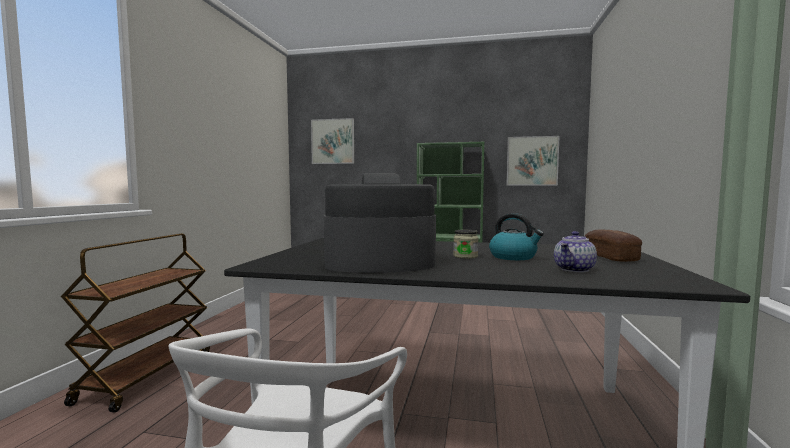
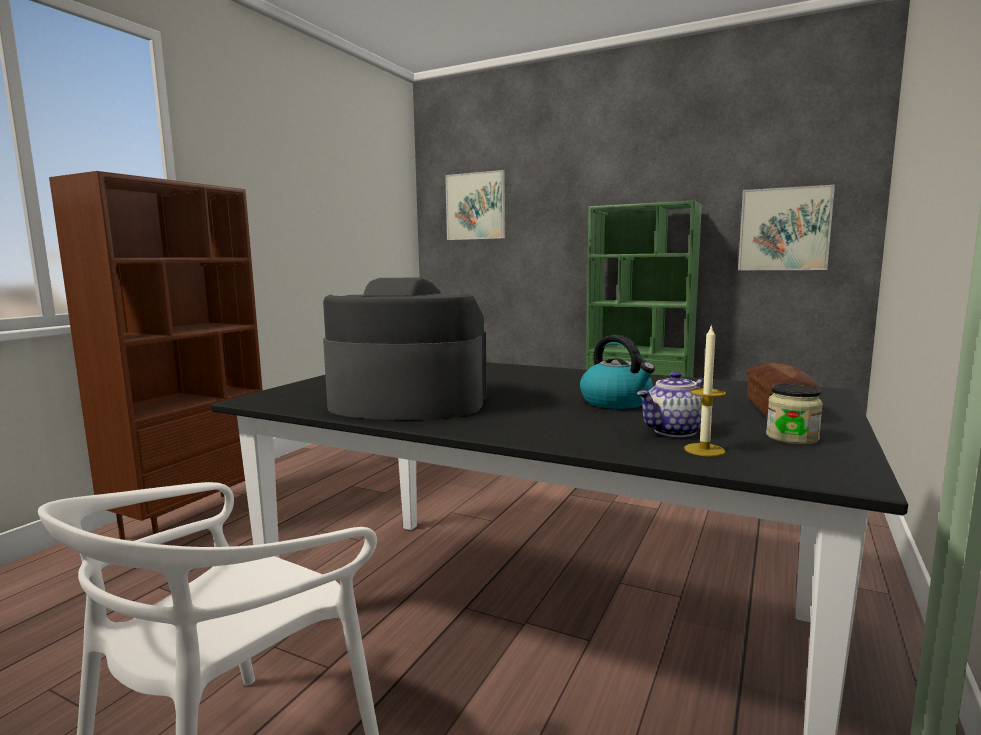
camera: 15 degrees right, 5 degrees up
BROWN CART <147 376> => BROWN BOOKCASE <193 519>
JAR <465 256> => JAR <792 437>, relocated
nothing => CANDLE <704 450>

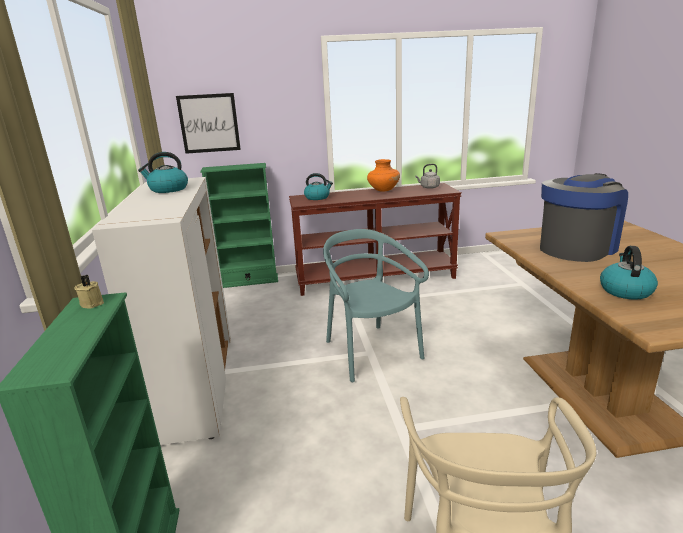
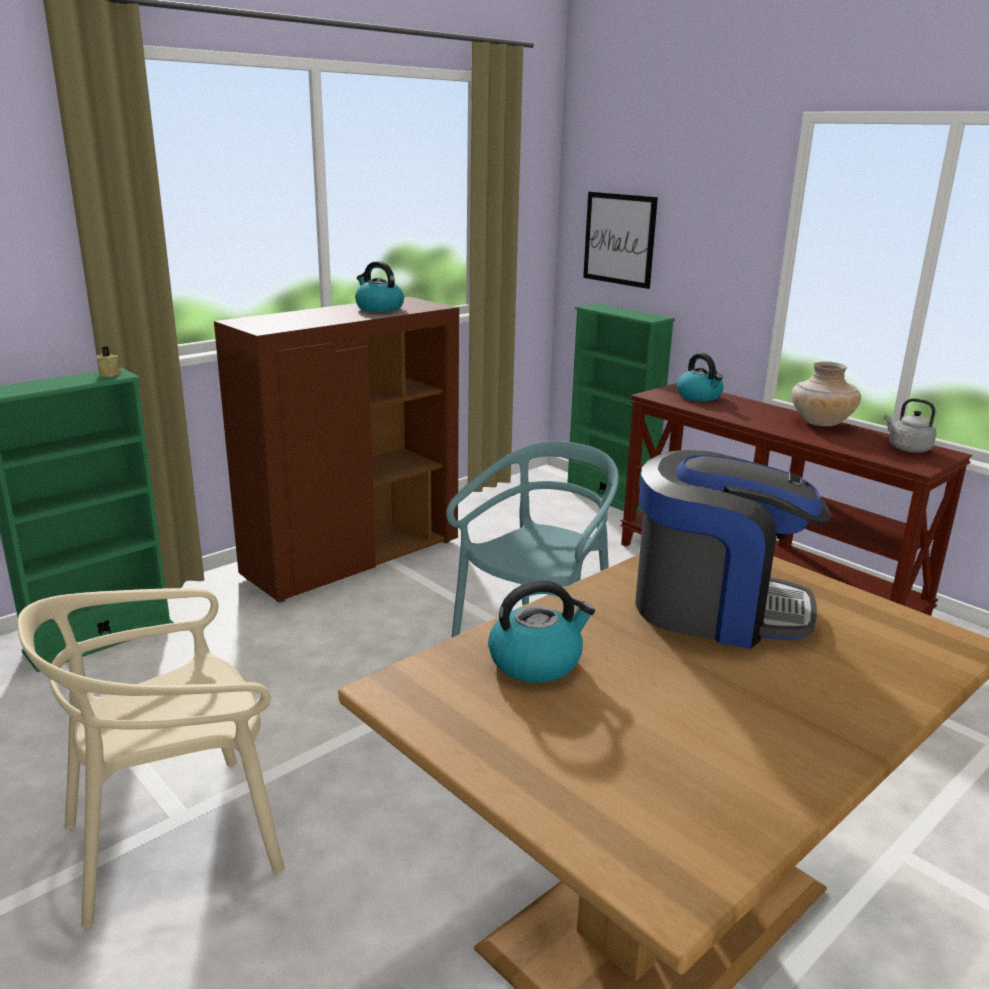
camera: 55 degrees right, 0 degrees up
WHITE CABINET <196 386> => BROWN CABINET <353 558>
ORANGE VASE <383 190> => BEIGE VASE <820 423>

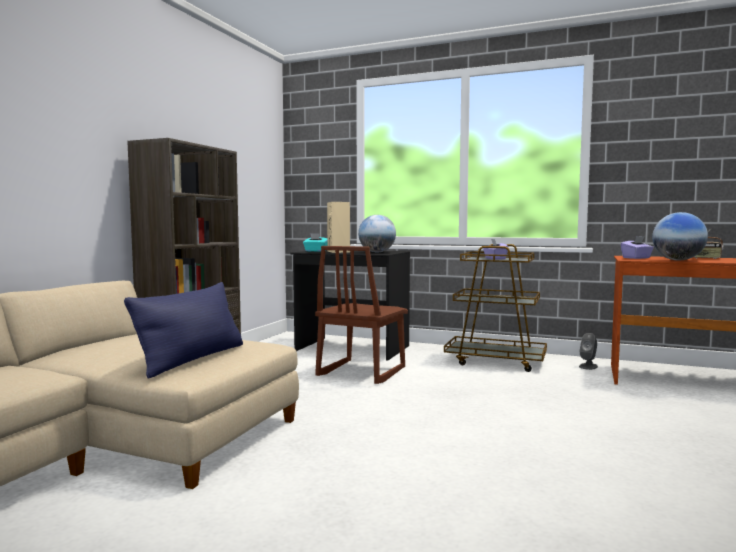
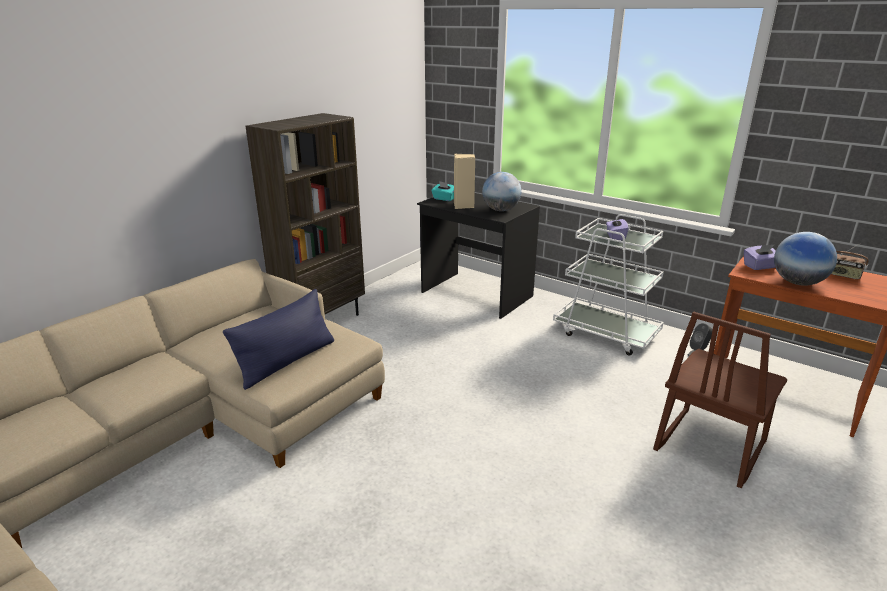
camera: 15 degrees right, 20 degrees up
BROWN CHAIR <360 372> => BROWN CHAIR <708 446>, relocated
BROWN CART <496 361> => WHITE CART <606 333>

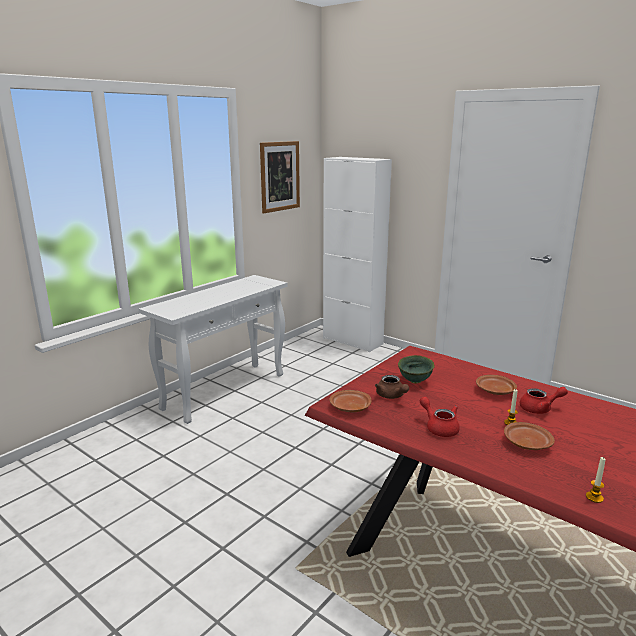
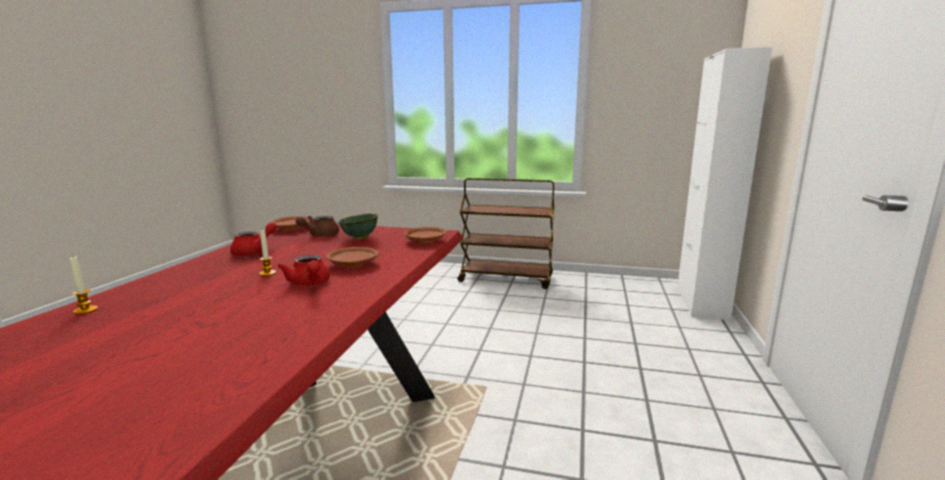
camera: 65 degrees right, 5 degrees down
WHITE CONSOLE TABLE <225 391> => BROWN CART <506 279>
PICTURE <279 176> => nothing
BROWN PLATE <526 443> => BROWN PLATE <425 241>, relocated

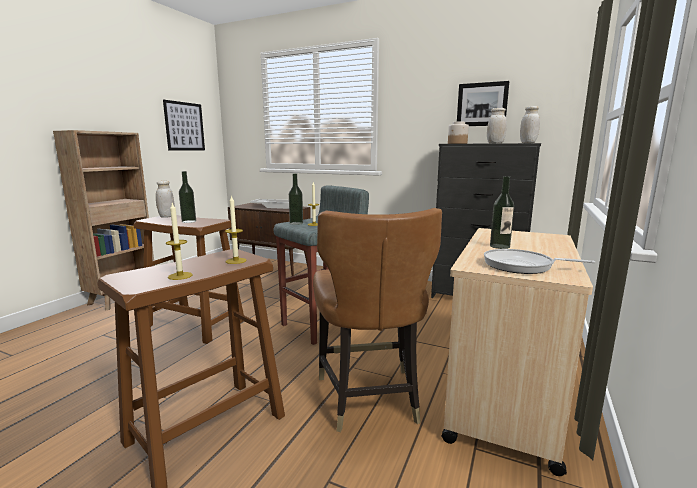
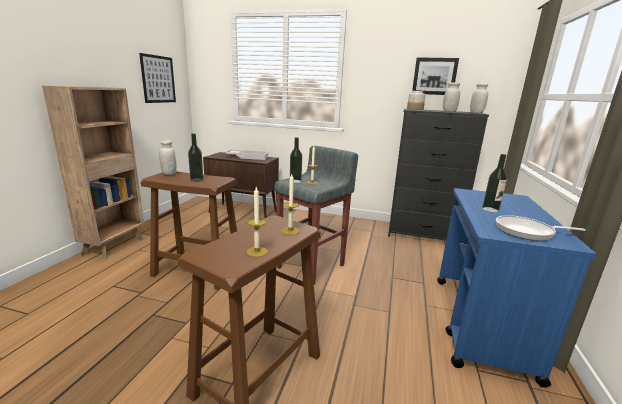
camera: 10 degrees left, 5 degrees up
BROWN CHAIR <369 397> => nothing
BEIGE CART <505 398> => BLUE CART <480 324>

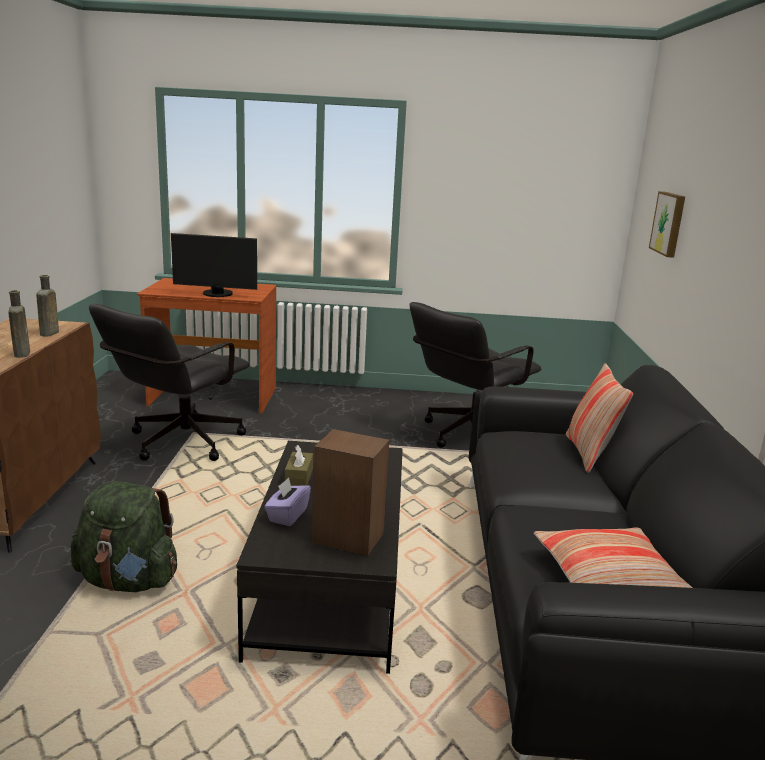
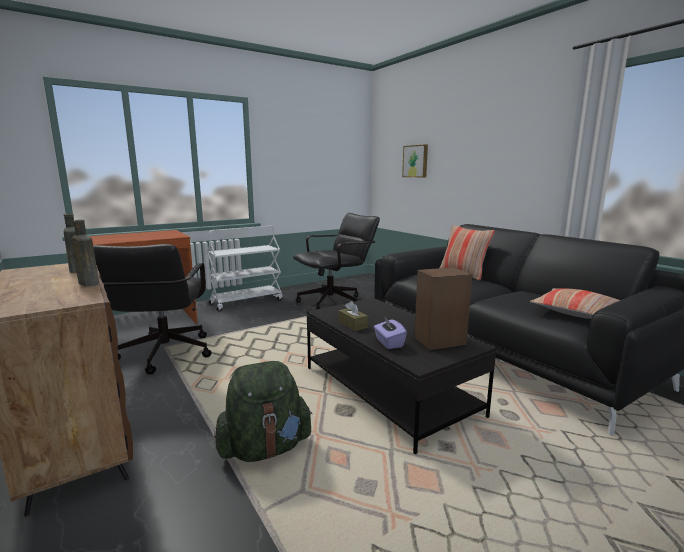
camera: 35 degrees left, 5 degrees down
MONITOR <217 294> => nothing
BLACK OFFICE CHAIR <466 436> => BLACK OFFICE CHAIR <336 301>, 135 degrees counterclockwise
nothing => WHITE CART <246 301>

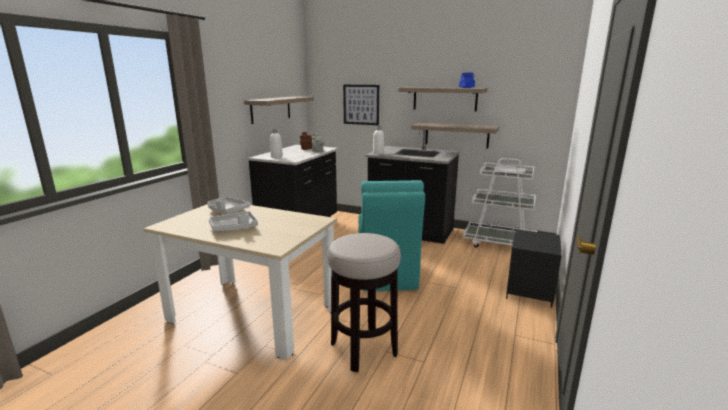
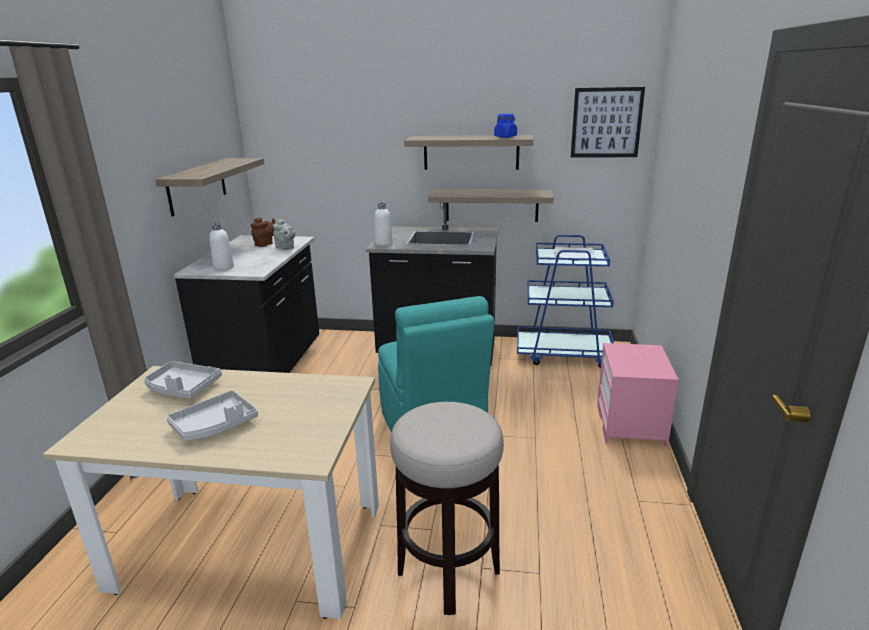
camera: 15 degrees left, 5 degrees up
PICTURE <361 104> => PICTURE <606 123>, relocated
WHITE CART <499 243> => BLUE CART <564 354>
BLACK NIGHTSTAND <530 291> => PINK NIGHTSTAND <631 426>

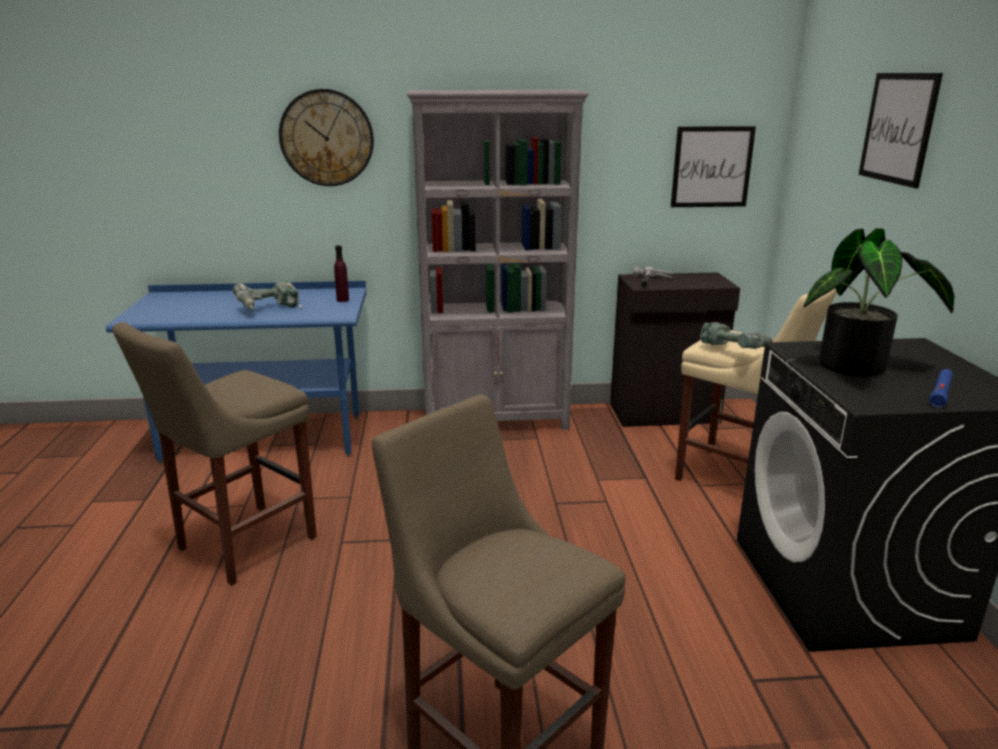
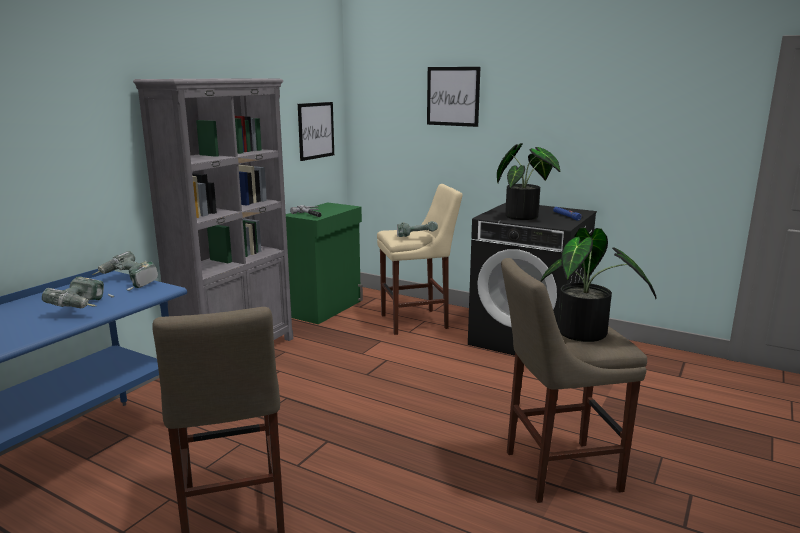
camera: 55 degrees left, 5 degrees down
WALL CLOCK <327 138> => nothing
PURPLE BOTTLE <343 300> => POWER DRILL <128 282>
BLACK CABINET <665 414> => GREEN CABINET <326 308>
nothing => POTTED PLANT <586 335>

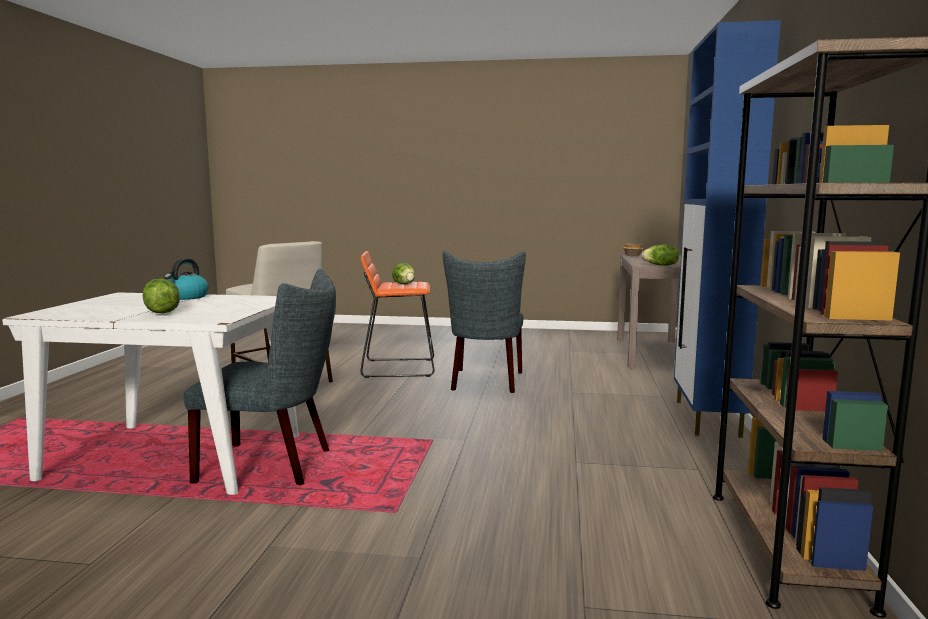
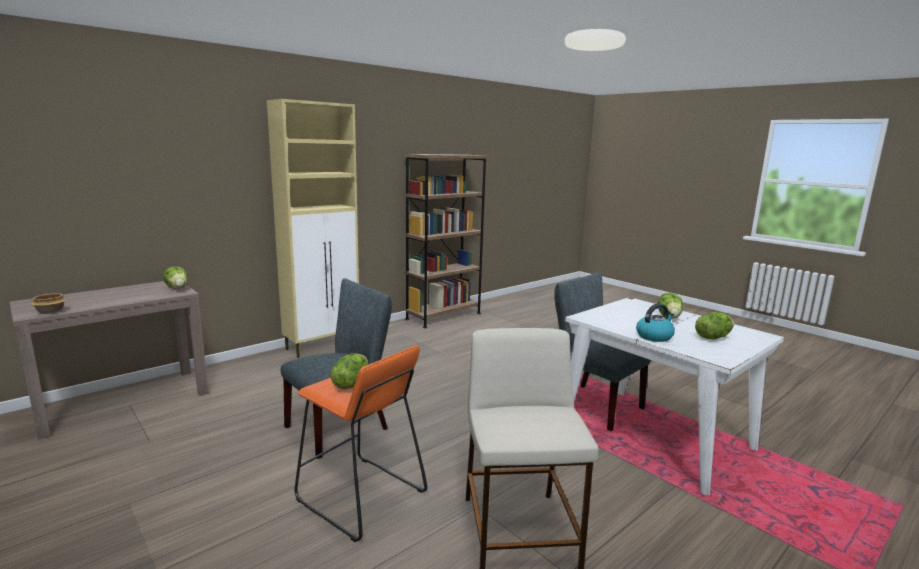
camera: 140 degrees left, 5 degrees up
BLUE CABINET <707 419> => BEIGE CABINET <323 345>
nothing => LETTUCE <712 337>

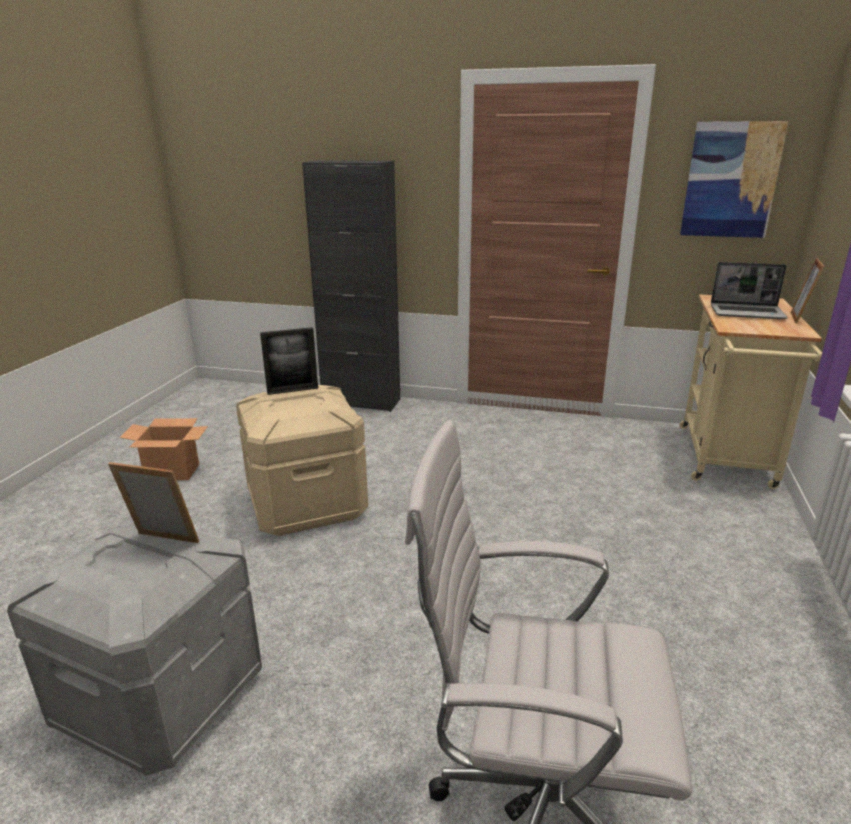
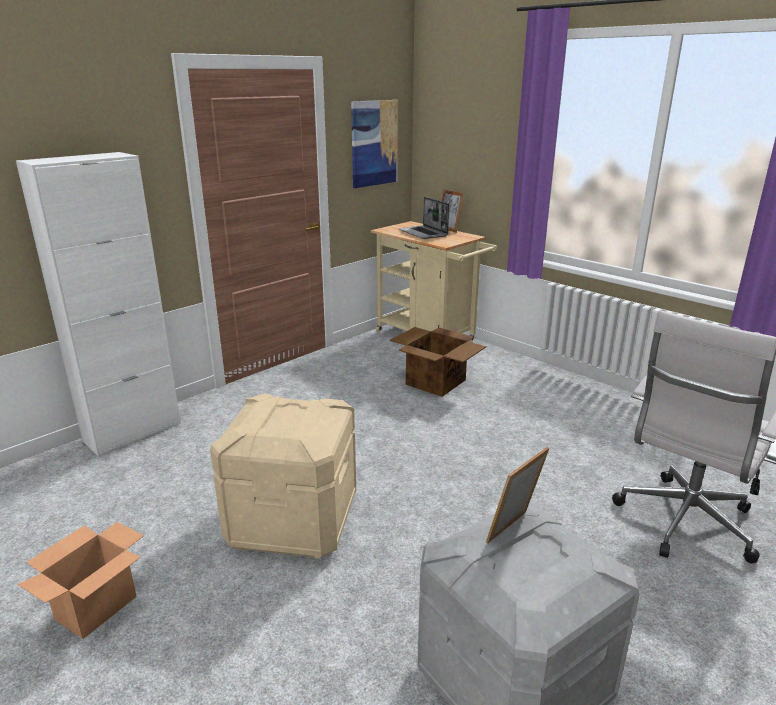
camera: 60 degrees left, 0 degrees up
PICTURE FRAME <292 390> => nothing
BLACK CABINET <361 402> => WHITE CABINET <132 432>
LAPTOP <747 312> => LAPTOP <424 233>, 105 degrees clockwise
nothing => CARDBOARD BOX <436 382>

